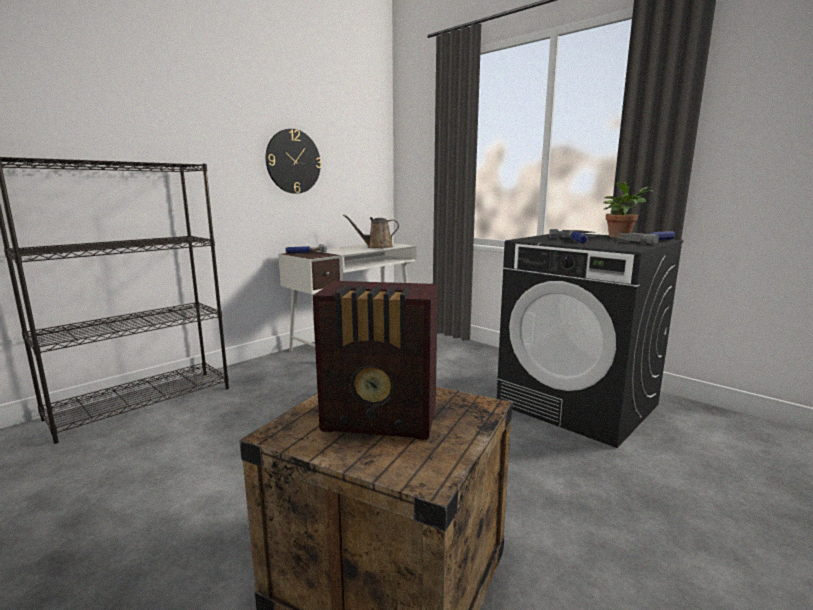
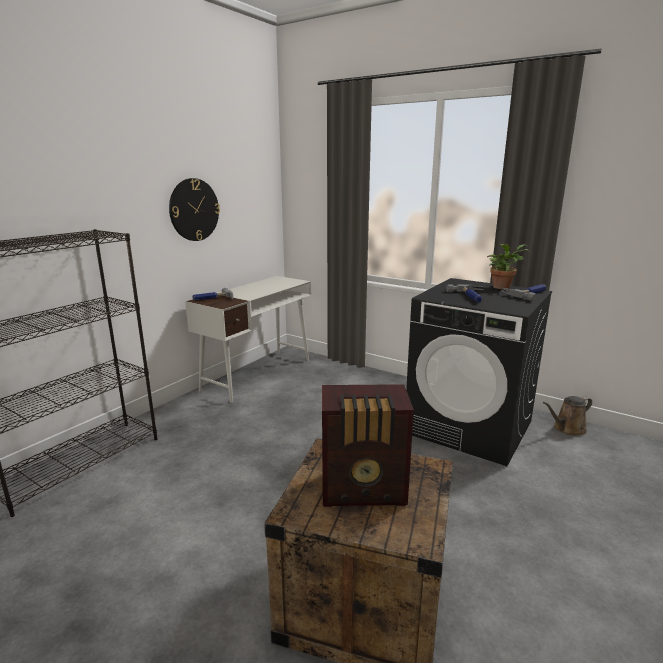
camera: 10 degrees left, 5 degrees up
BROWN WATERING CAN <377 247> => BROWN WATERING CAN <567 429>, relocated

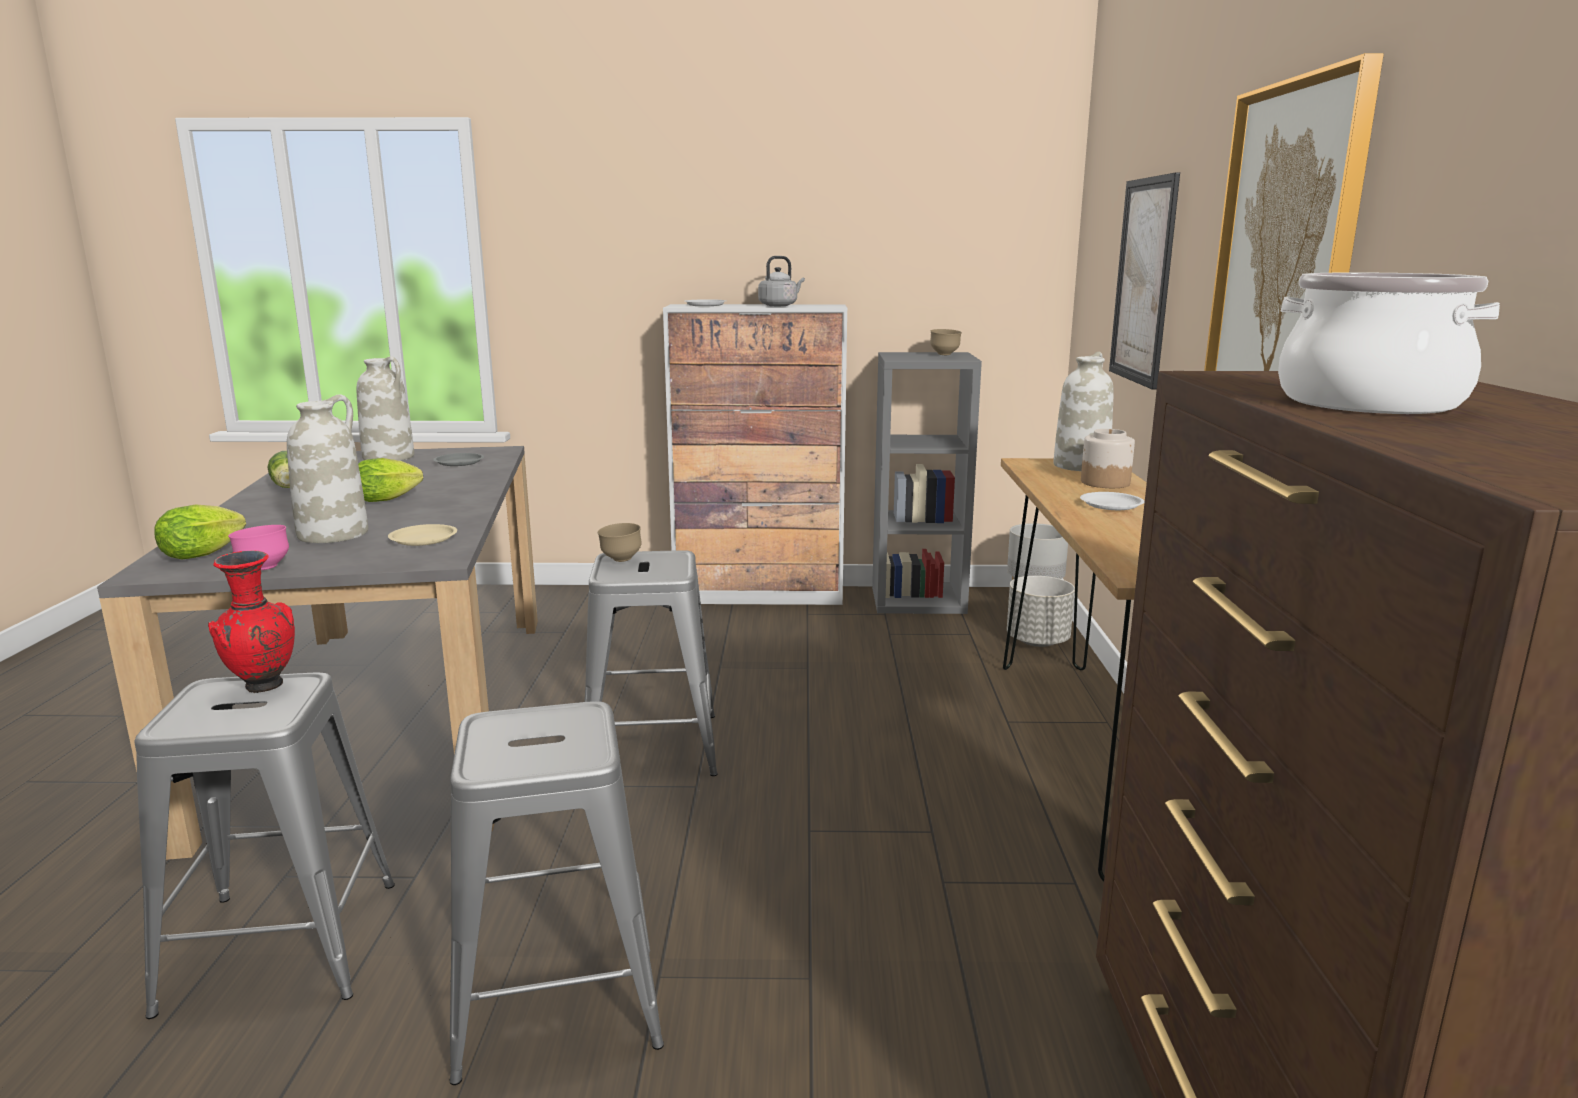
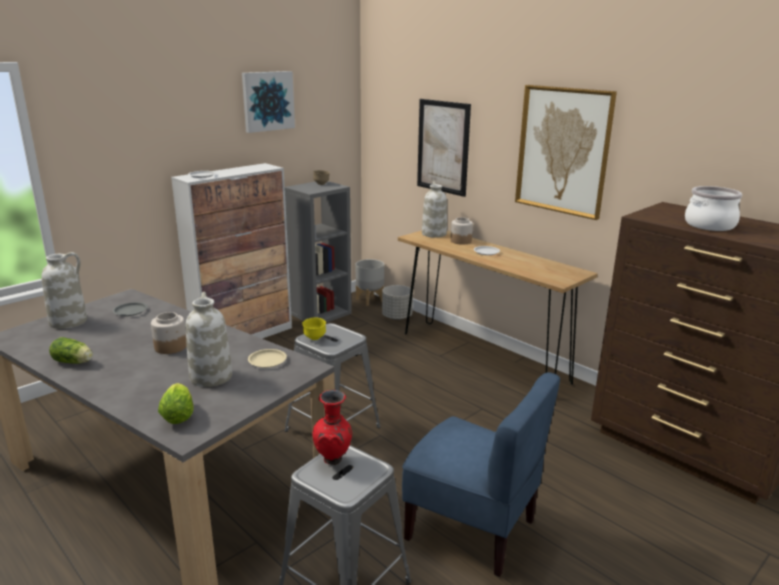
camera: 45 degrees left, 5 degrees up
PINK BOWL <263 568> => nothing
LETTUCE <390 499> => JAR <170 347>
GREY STOOL <558 993> => BLUE CHAIR <471 529>
BROWN BOWL <620 560> => YELLOW BOWL <314 338>
GREY KETTLE <779 305> => nothing
nothing => PICTURE <268 101>

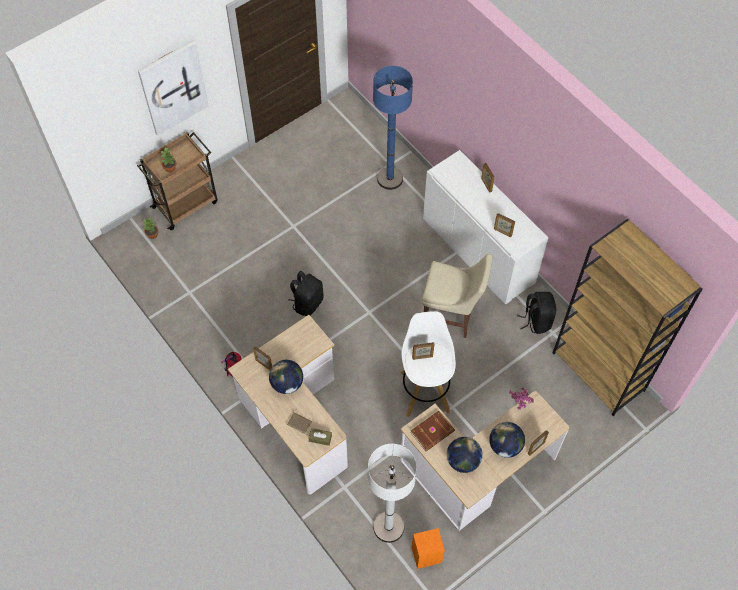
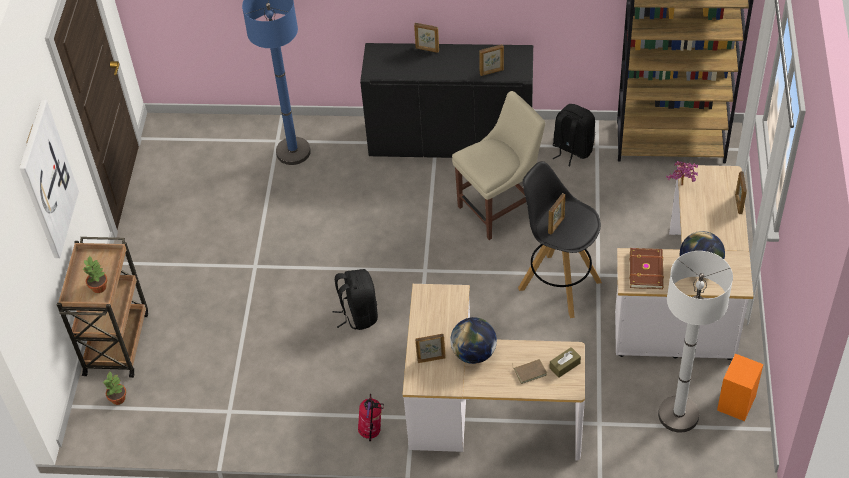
camera: 45 degrees left, 10 degrees down
WHITE STOOL <424 390> => BLACK STOOL <558 284>
WHITE CABINET <478 250> => BLACK CABINET <451 140>
GLOBE <505 446> => nothing

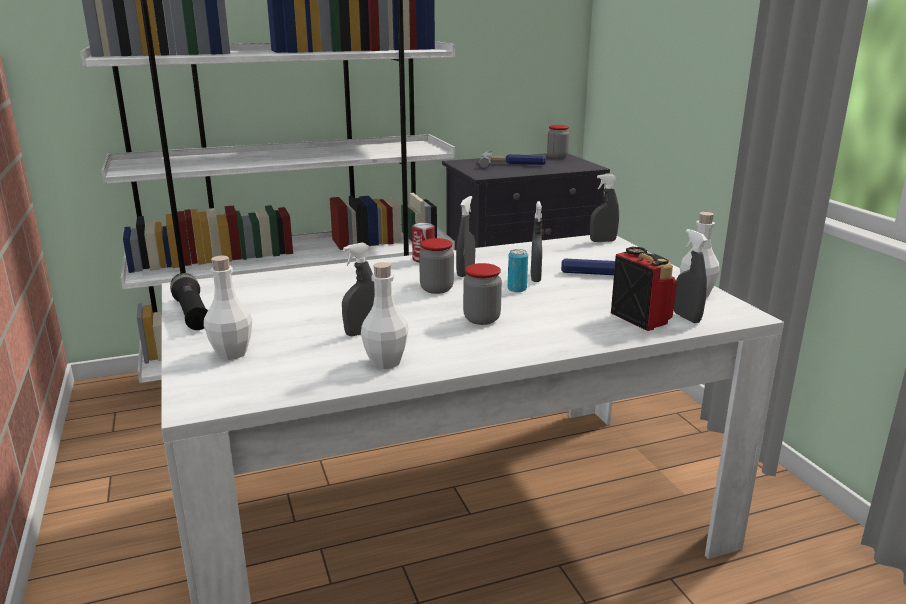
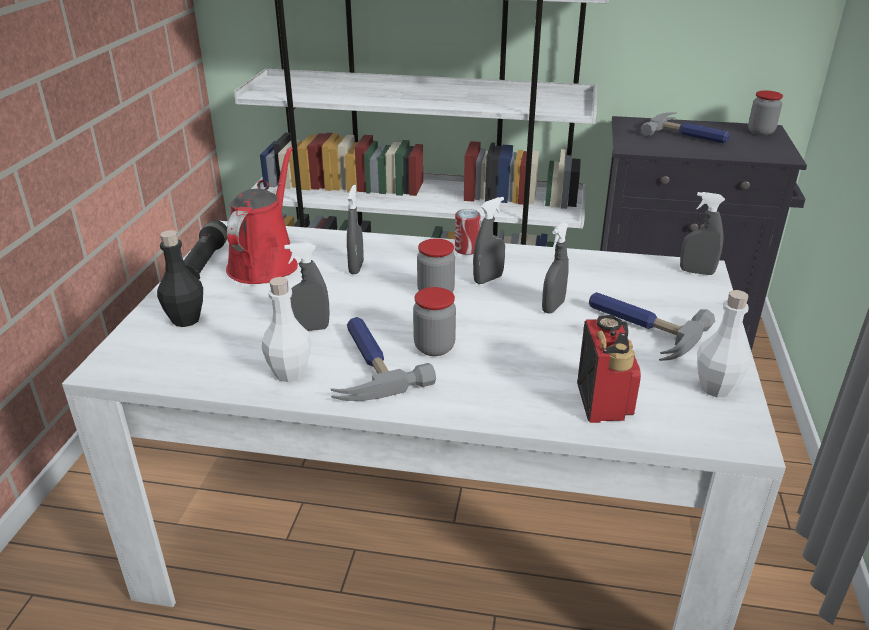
camera: 30 degrees right, 10 degrees up
WHITE BOTTLE <232 353> => BLACK BOTTLE <186 319>
CAN <517 289> => nothing
GREY SPRAY BOTTLE <686 317> => GREY SPRAY BOTTLE <356 267>, relocated
nothing => RED WATERING CAN <265 263>
nothing => HAMMER <367 364>

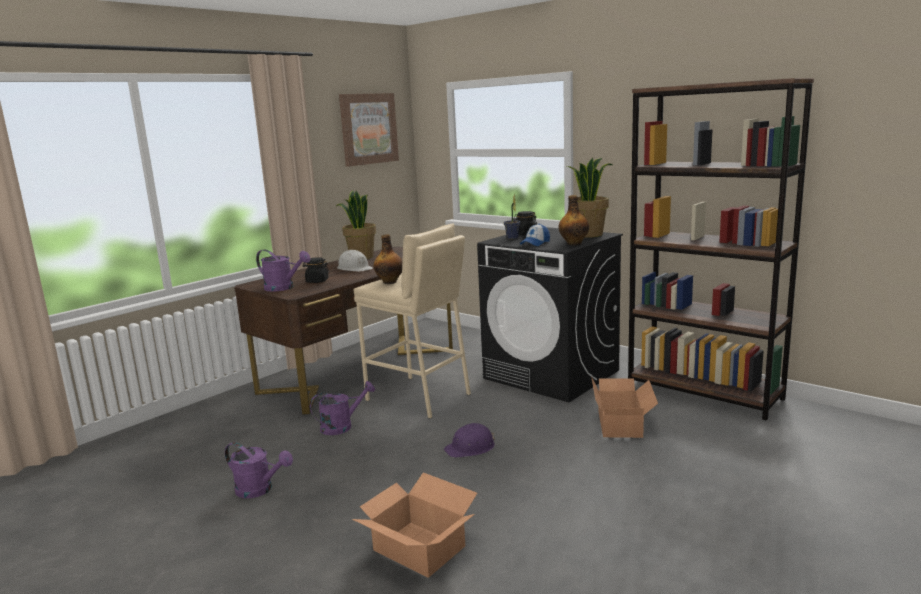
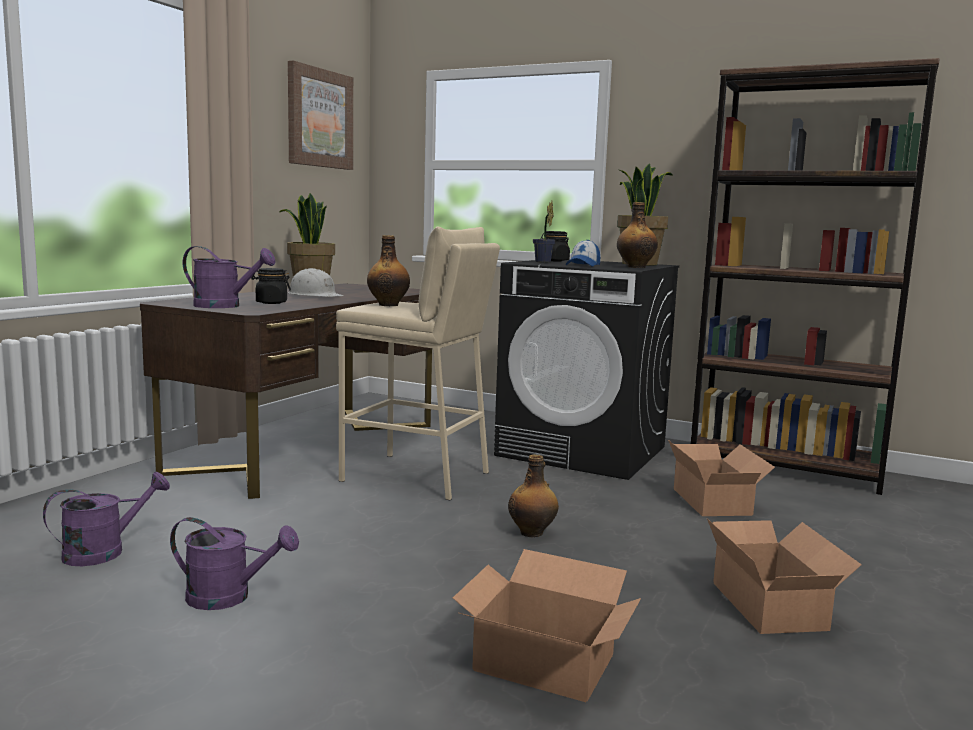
camera: 15 degrees left, 5 degrees down
PURPLE WATERING CAN <342 426> => PURPLE WATERING CAN <104 551>, relocated
PURPLE HARD HAT <471 448> => BOTTLE <532 532>
nothing => CARDBOARD BOX <771 604>

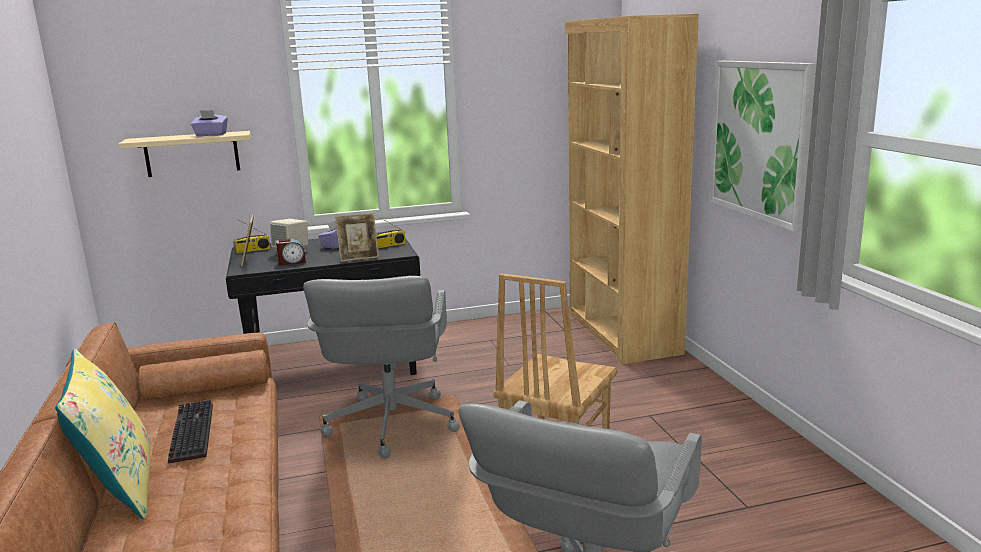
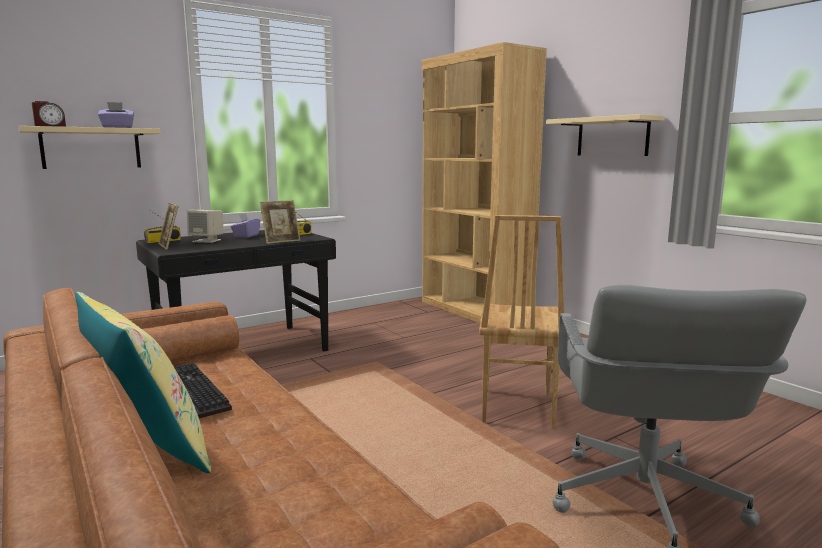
camera: 20 degrees left, 5 degrees down
ALARM CLOCK <292 262> => ALARM CLOCK <50 126>, relocated
GREY OFFICE CHAIR <390 425> => nothing
PICTURE <759 140> => BEIGE SHELF <612 137>

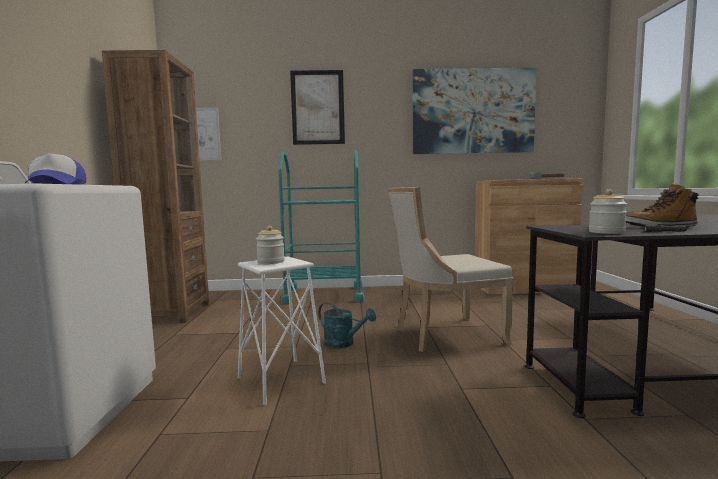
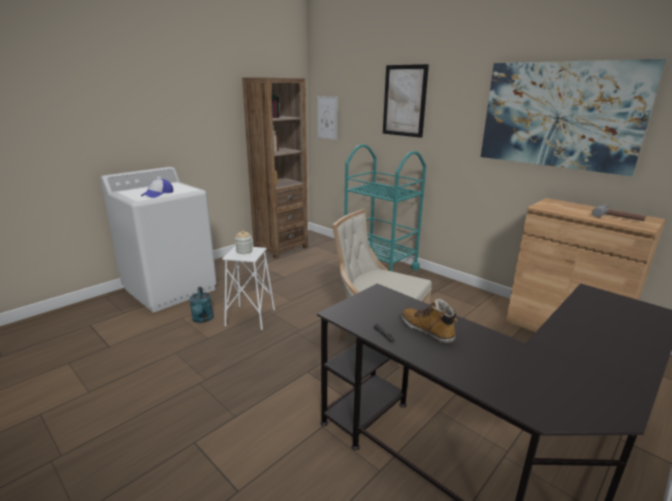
camera: 45 degrees right, 15 degrees up
TURQUOISE WATERING CAN <344 343> => TURQUOISE WATERING CAN <202 319>, relocated
JAR <606 232> => nothing

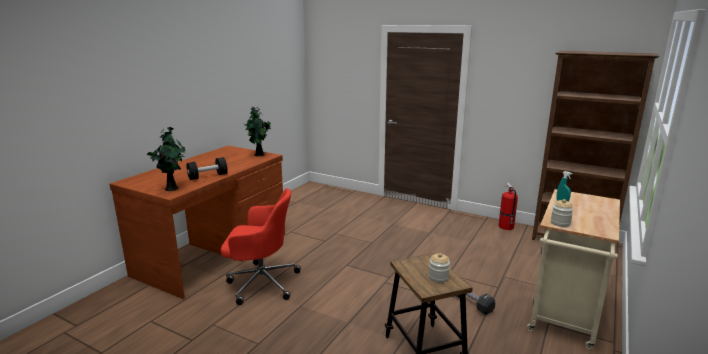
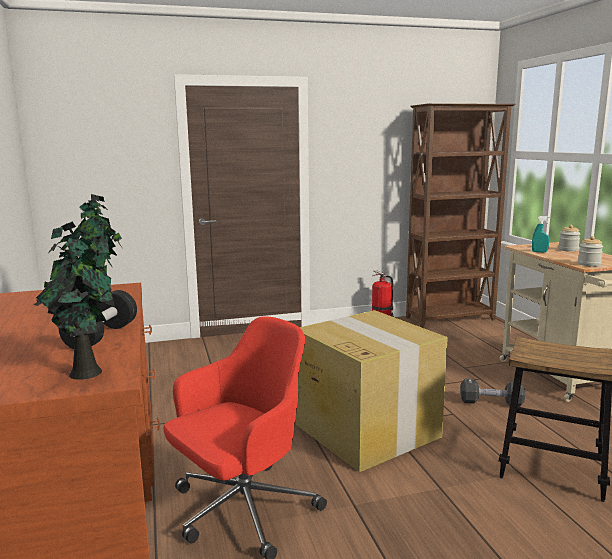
camera: 45 degrees left, 5 degrees down
JAR <438 277> => JAR <568 250>, relocated
nothing => CARDBOARD BOX <365 429>

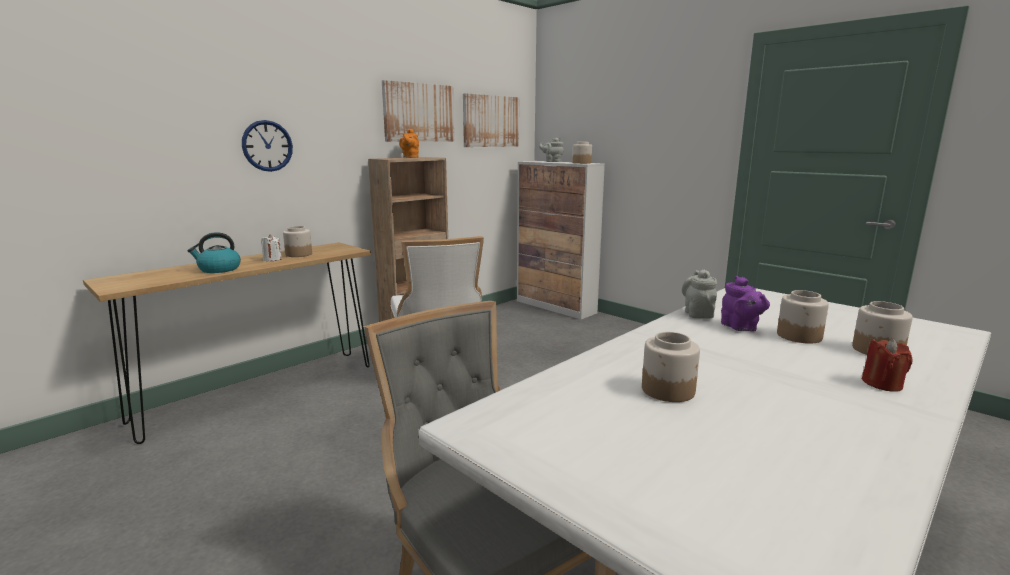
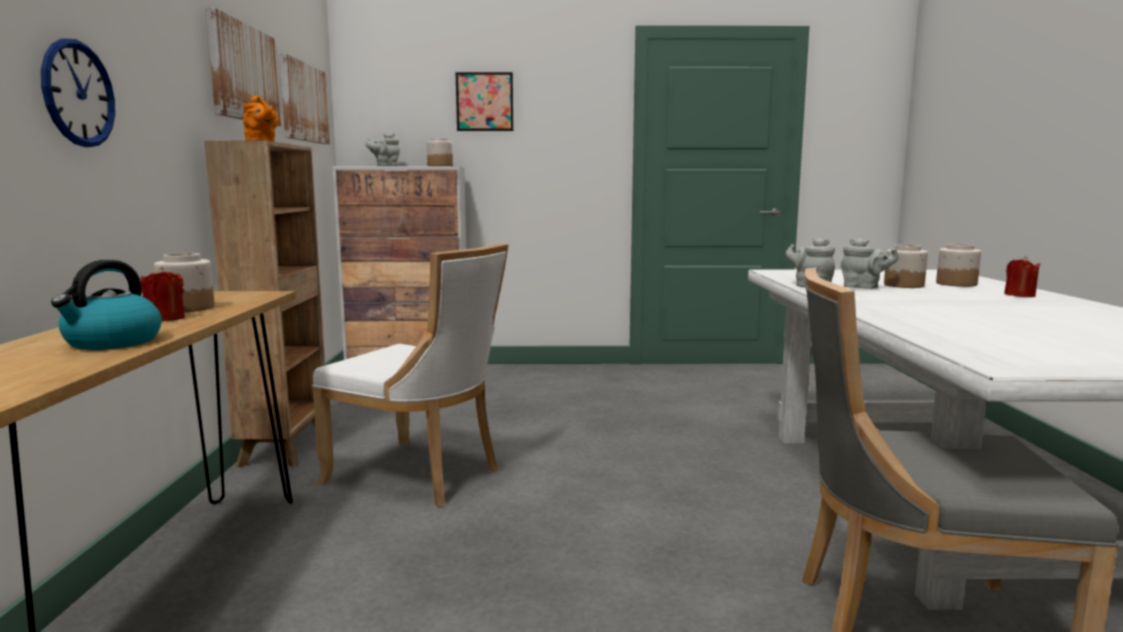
camera: 45 degrees left, 5 degrees down
WHITE CANDLE <272 259> => RED CANDLE <165 319>
JAR <668 390> => nothing
PURPLE TEAPOT <740 328> => GREY TEAPOT <863 287>
nothing => PICTURE <484 101>

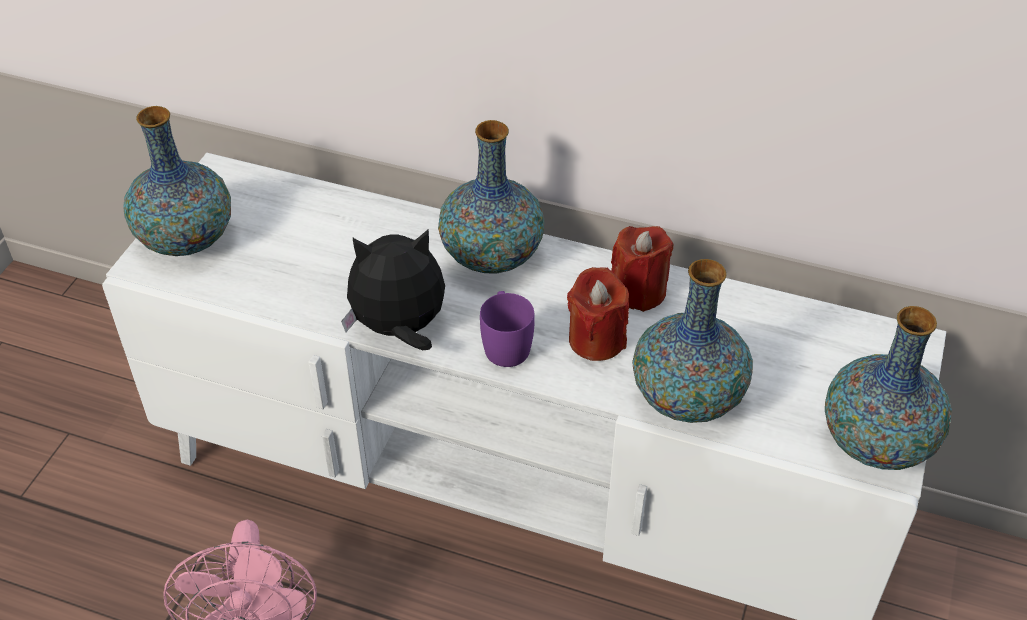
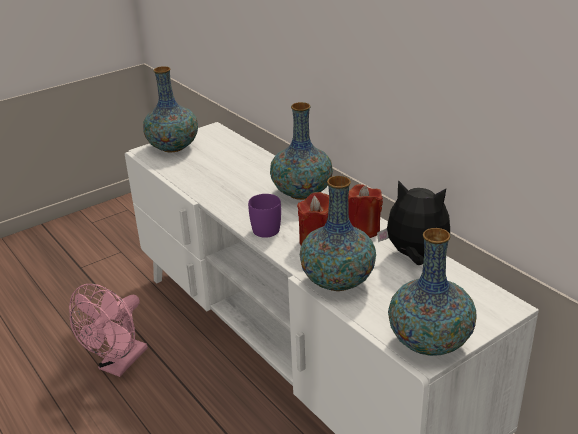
camera: 35 degrees right, 15 degrees down
PLUSH TOY <399 329> => PLUSH TOY <415 257>, relocated

